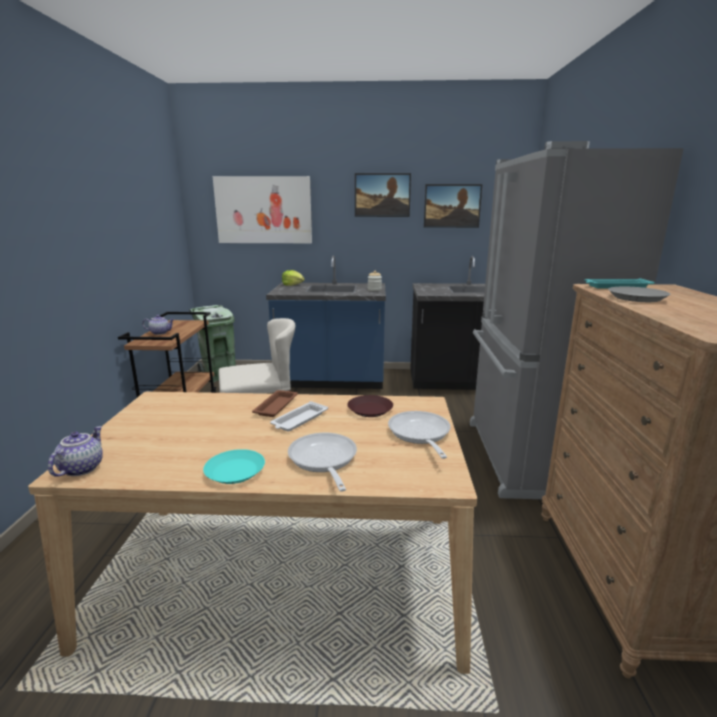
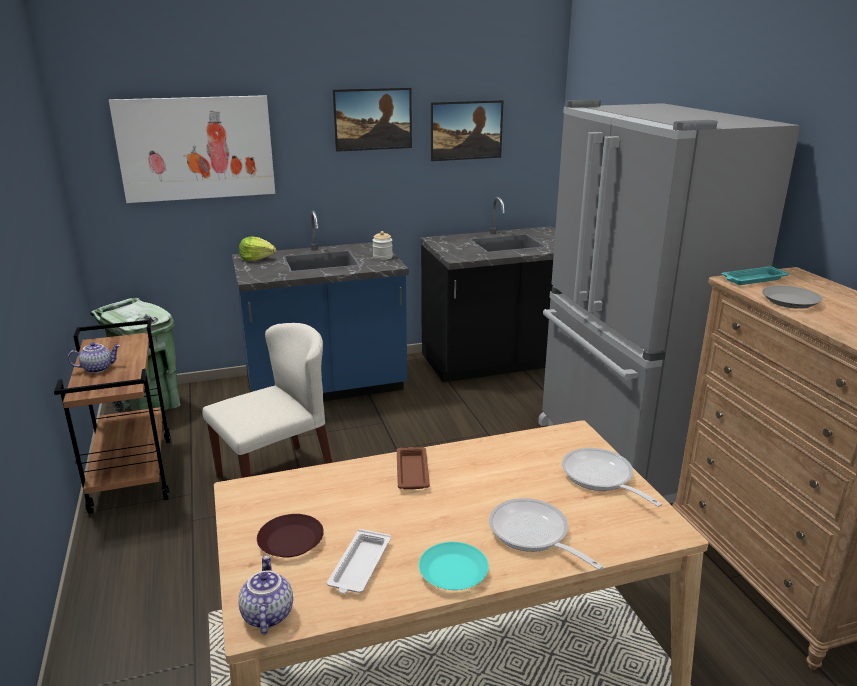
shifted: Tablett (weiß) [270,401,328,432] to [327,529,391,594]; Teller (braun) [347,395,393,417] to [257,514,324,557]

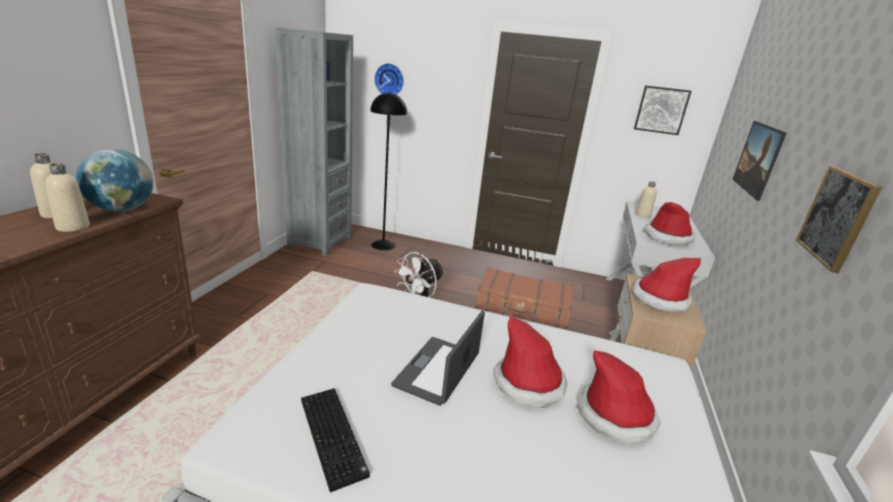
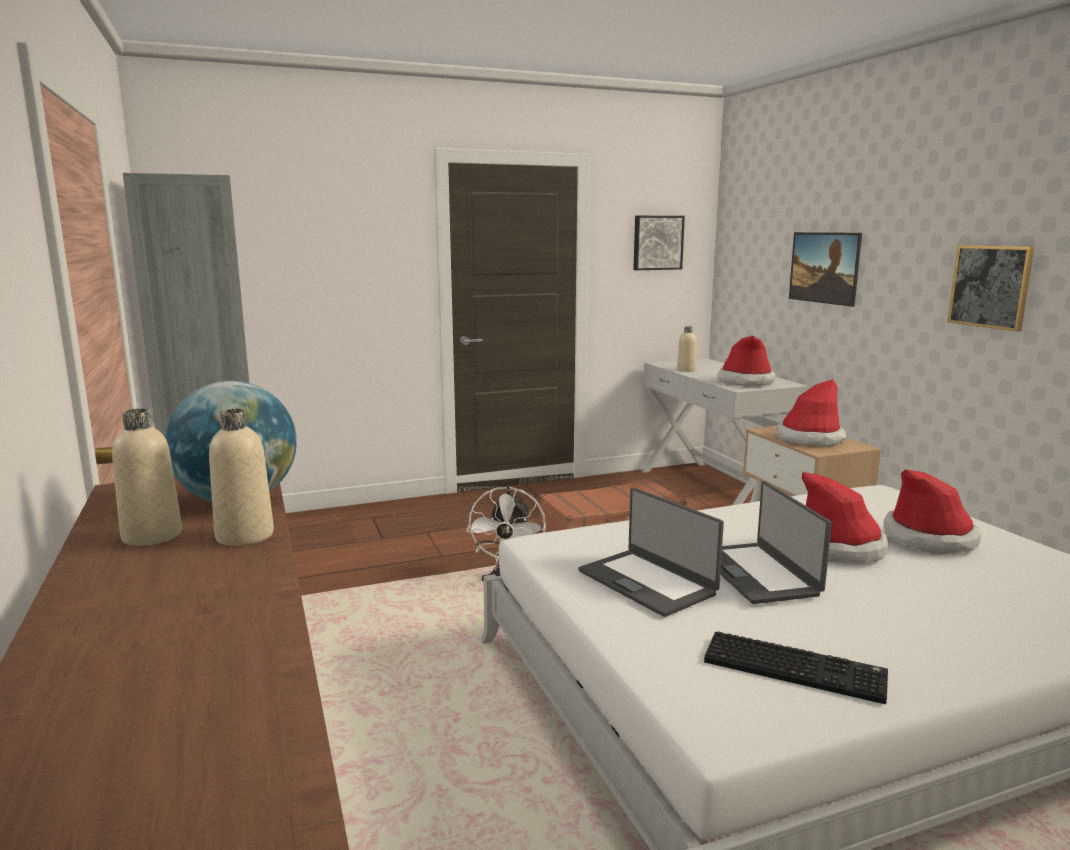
gone: Stehlampe (schwarz) [370,92,407,250]; Wanduhr [374,63,404,95]
new: Laptop [578,487,724,617]

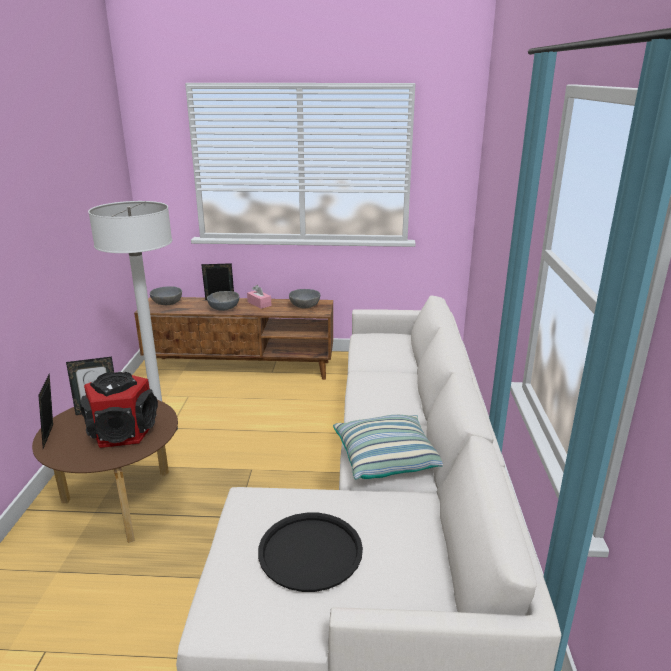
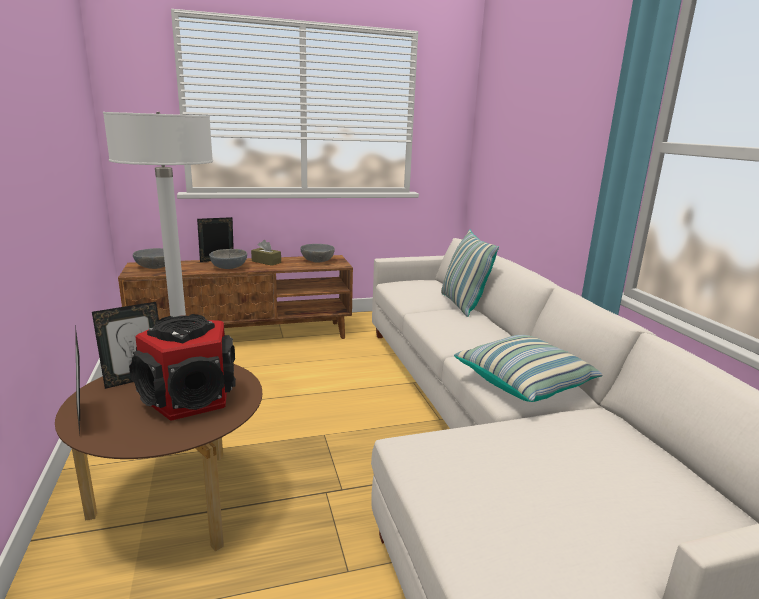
gone: Tablett (schwarz) [258,513,363,592]
new: Kissen [441,229,499,317]
repainted: Taschentuchbox (rosa) [247,285,272,309] to Taschentuchbox (braun) [251,240,281,266]

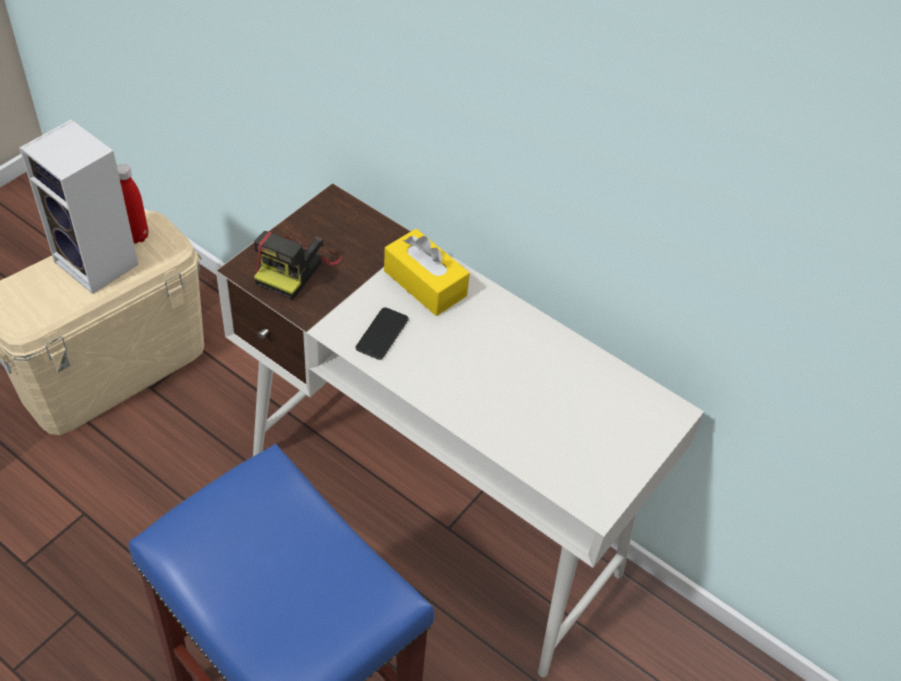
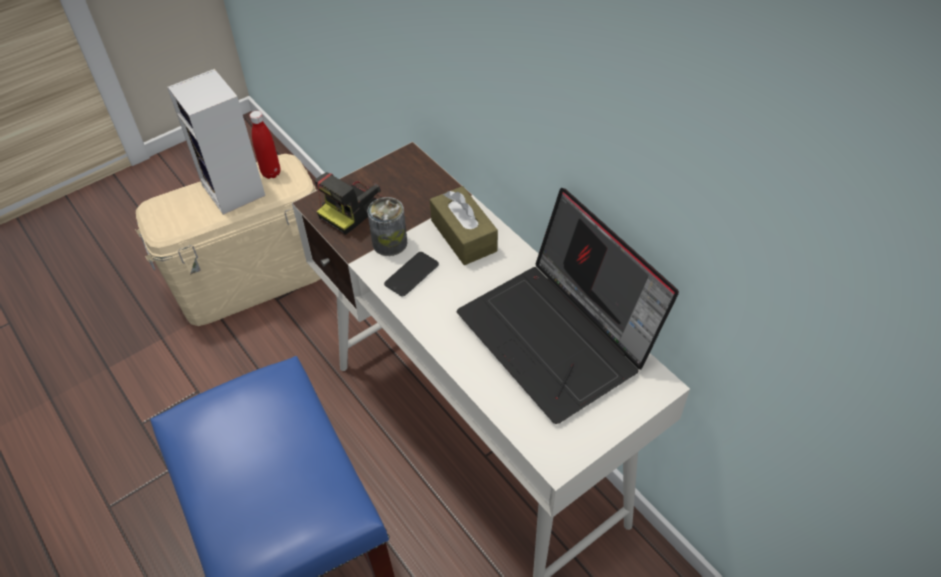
new: Dose [367,197,407,256]; Laptop [457,188,679,424]
repainted: Taschentuchbox (gelb) [384,229,470,316] to Taschentuchbox (braun) [430,186,498,265]

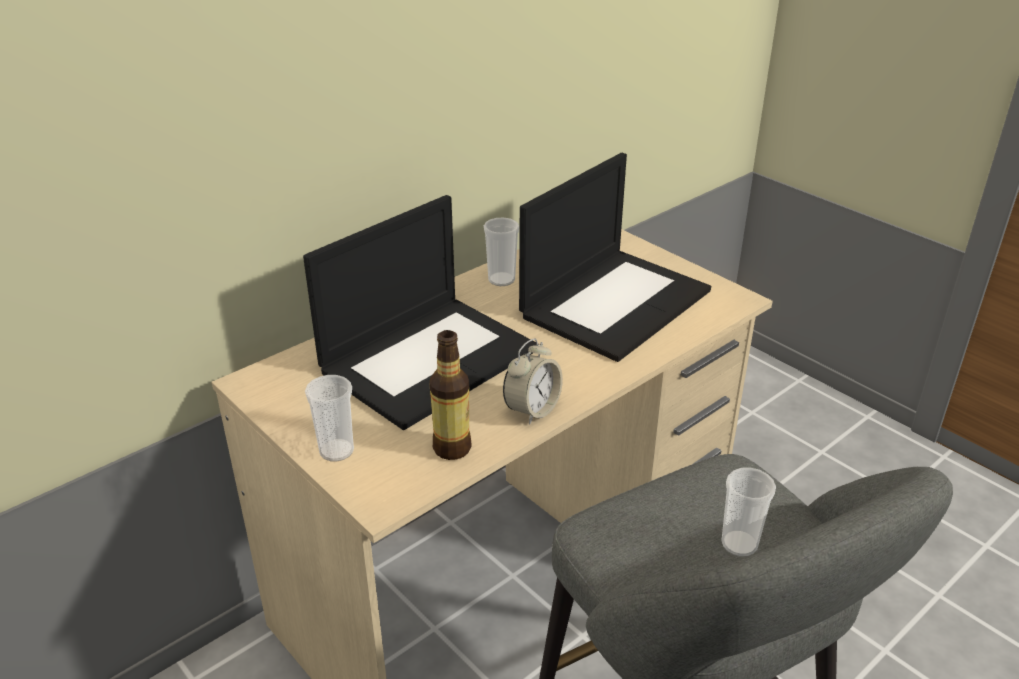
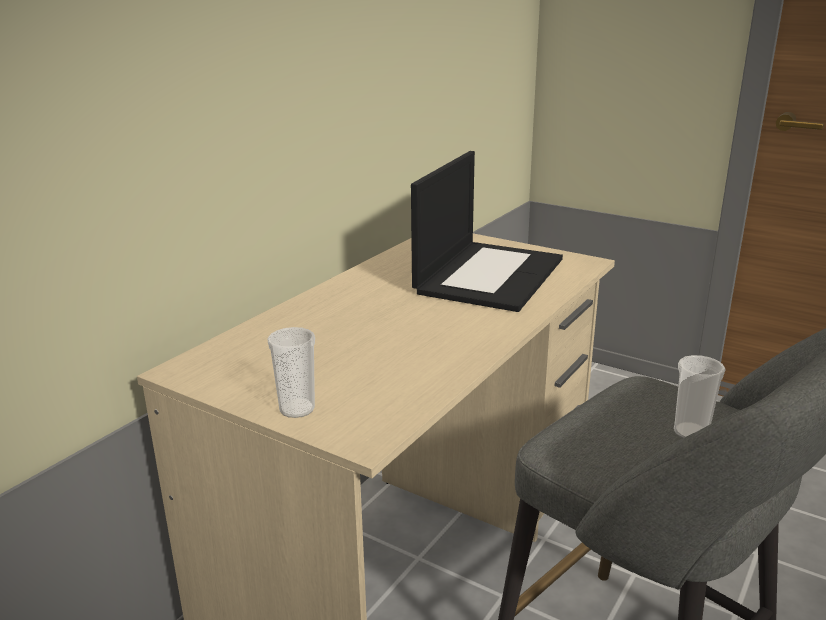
gone: Laptop [303,195,539,430]; Flasche [430,330,472,460]; Tasse [484,217,519,286]; Wecker [503,338,563,425]

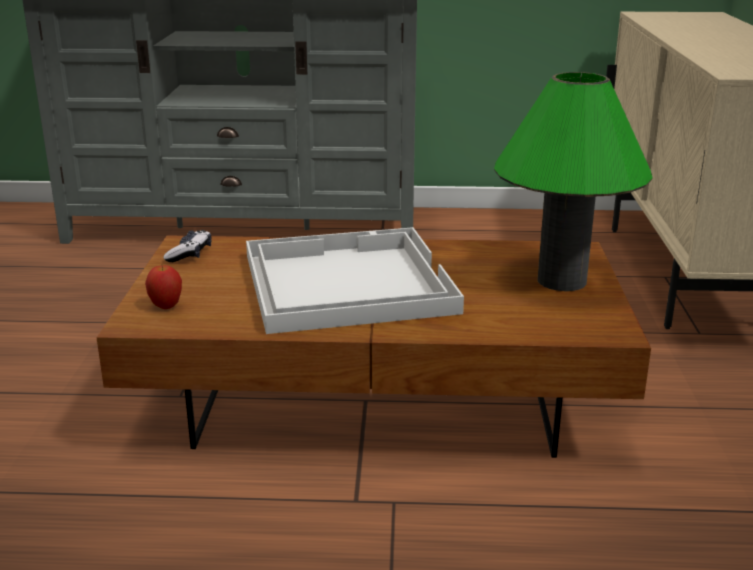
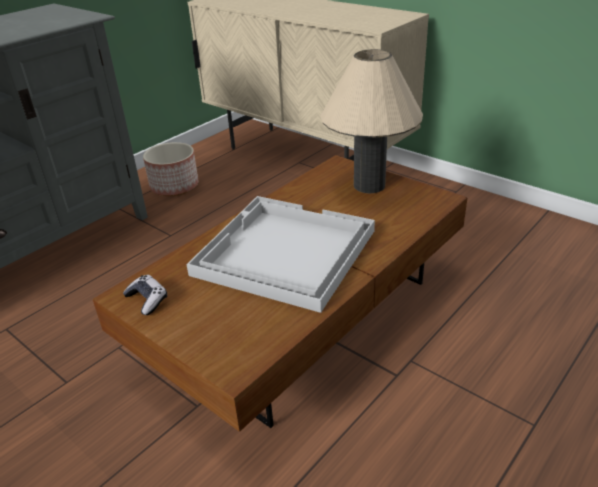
gone: Apfel [145,265,182,309]
new: Pflanzkübel [143,142,199,196]
repainted: Tischlampe (grün) [494,72,652,291] to Tischlampe (beige) [321,49,423,193]

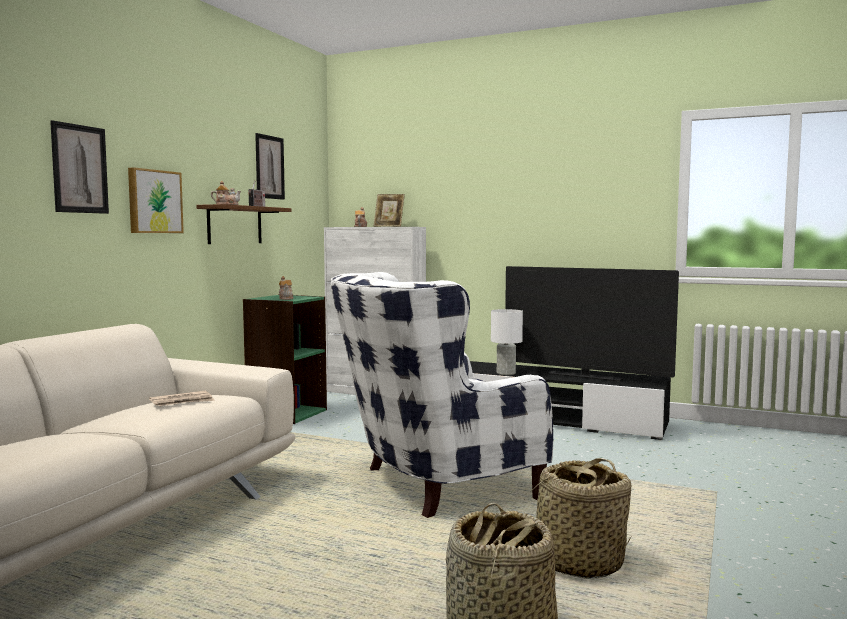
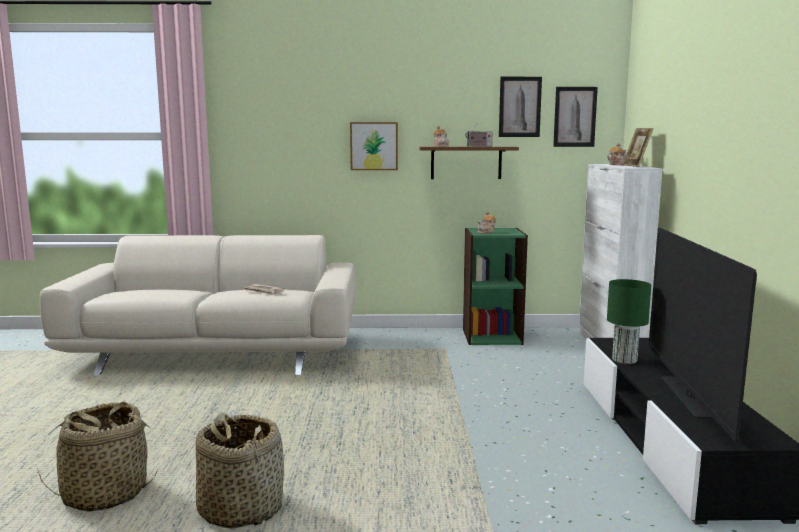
gone: Sessel (weiß) [330,272,553,518]
shifted: Bild [50,120,109,214] to [553,87,598,147]
repainted: Tischlampe (weiß) [491,309,523,375] to Tischlampe (grün) [607,279,651,364]

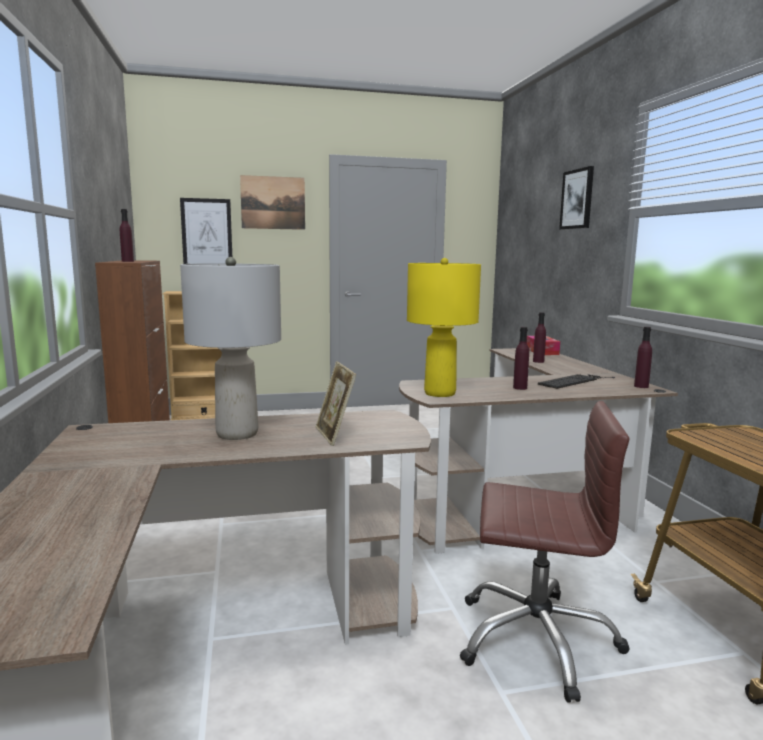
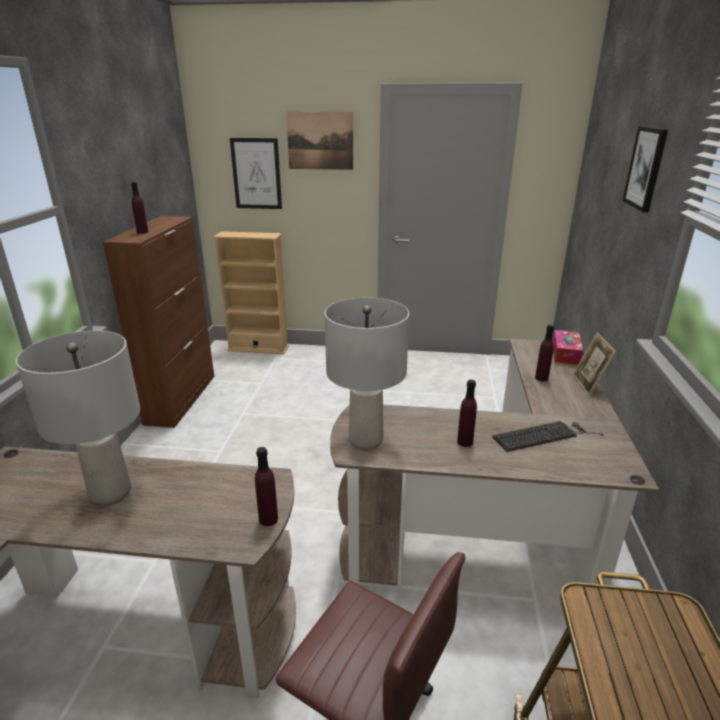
shifted: Bilderrahmen [316,361,356,446] to [573,333,616,396]; Flasche (lila) [634,327,652,388] to [255,447,278,526]
repainted: Tischlampe (gelb) [407,258,481,397] to Tischlampe (grau) [325,298,409,450]

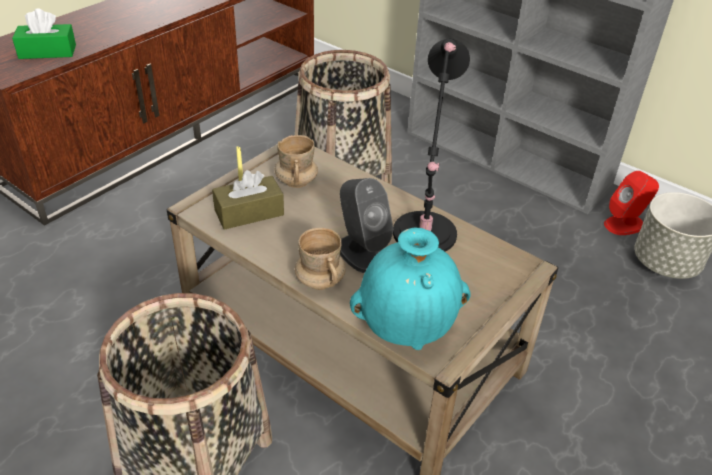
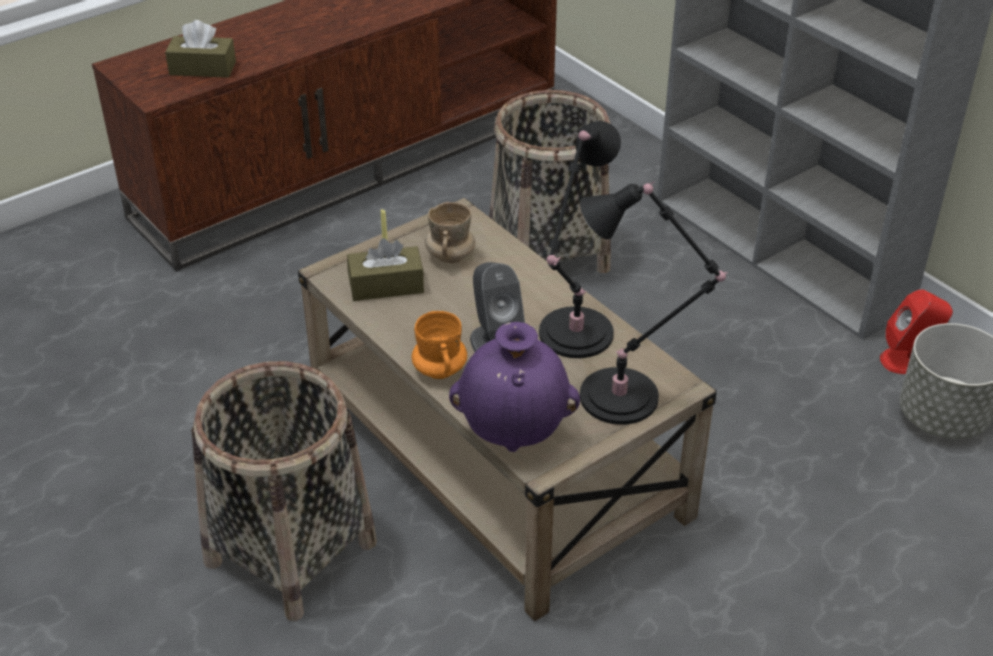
new: Tischlampe (schwarz) [580,181,728,425]
repainted: Taschentuchbox (grün) [12,8,76,59] to Taschentuchbox (braun) [165,20,236,78]; Henkelbecher (beige) [295,228,346,290] to Henkelbecher (orange) [411,311,467,379]; Vase (türkis) [350,228,471,350] to Vase (lila) [449,322,580,452]

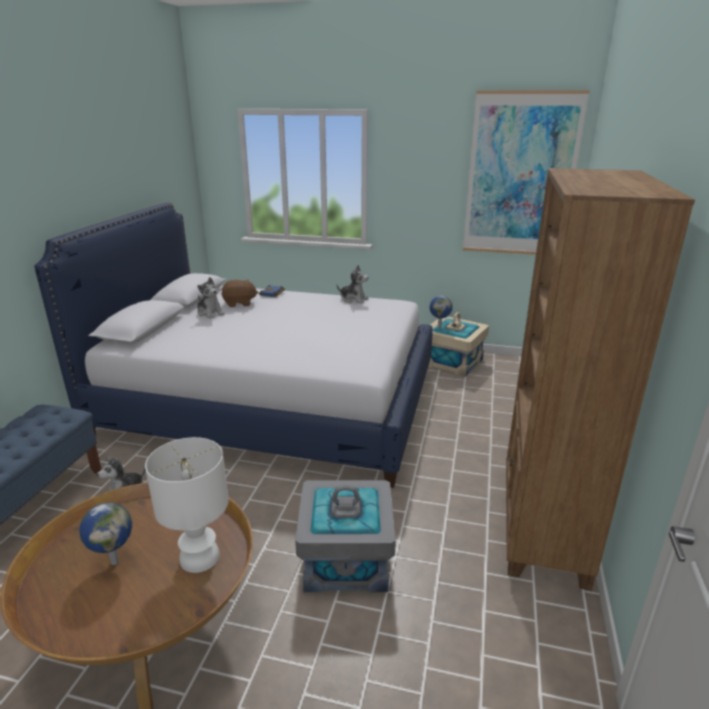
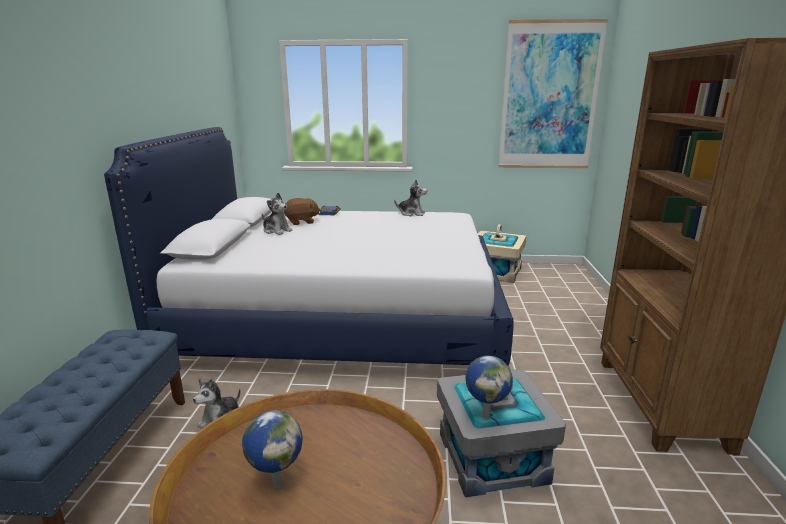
gone: Tischlampe (weiß) [145,437,229,573]
shifted: Globus [430,296,453,328] to [465,356,513,419]

